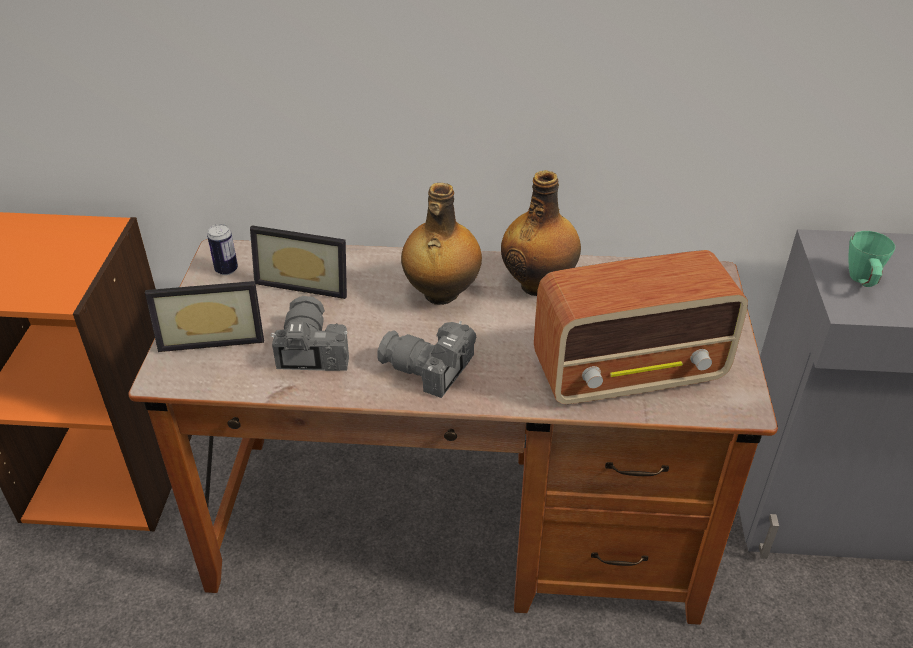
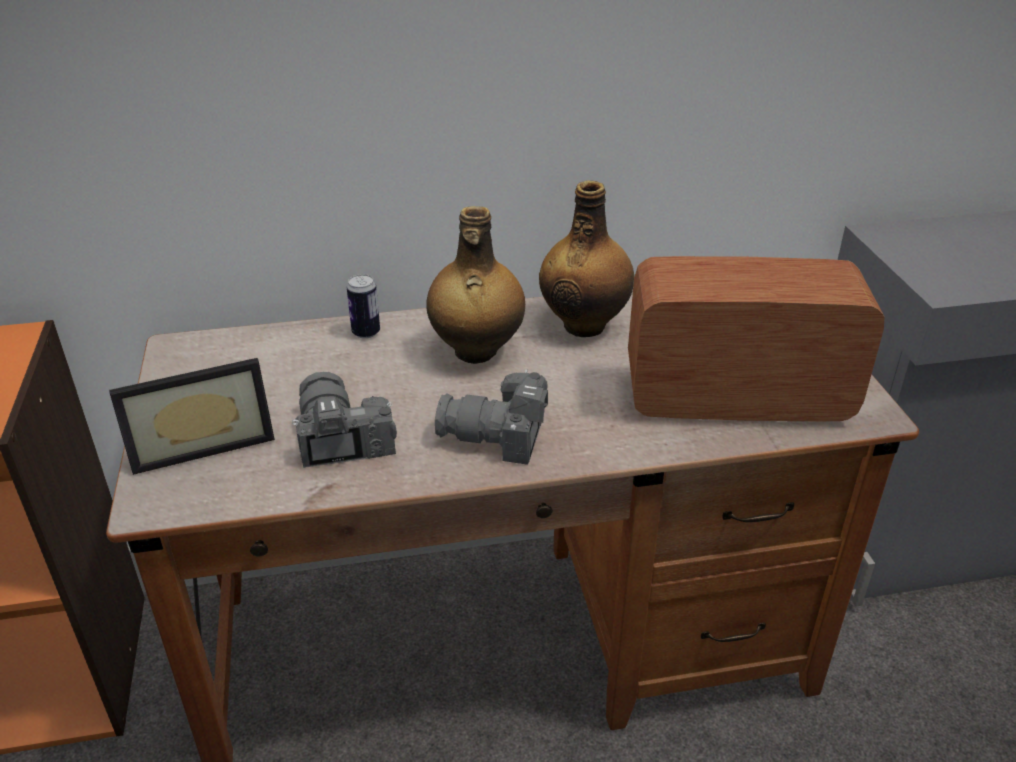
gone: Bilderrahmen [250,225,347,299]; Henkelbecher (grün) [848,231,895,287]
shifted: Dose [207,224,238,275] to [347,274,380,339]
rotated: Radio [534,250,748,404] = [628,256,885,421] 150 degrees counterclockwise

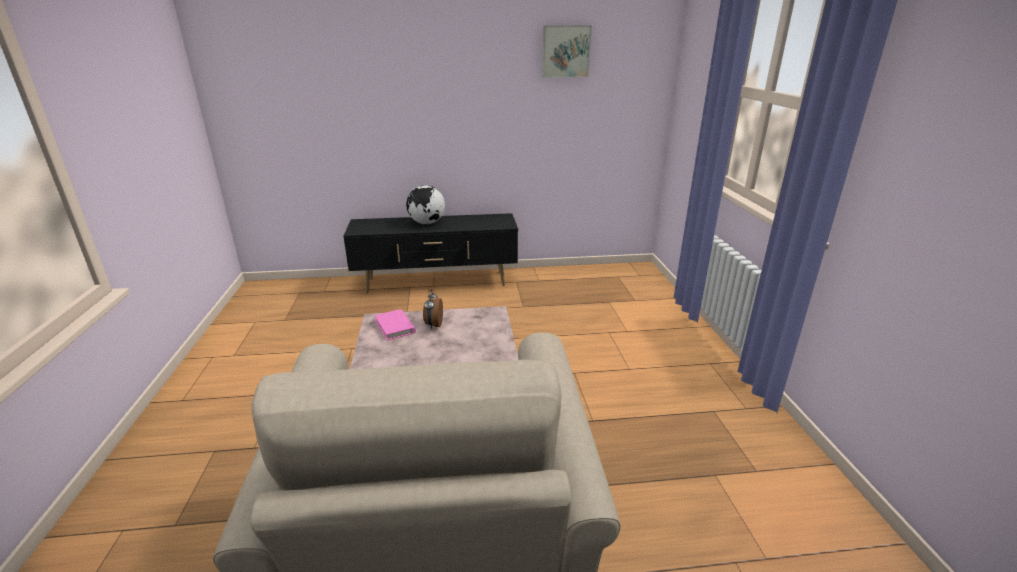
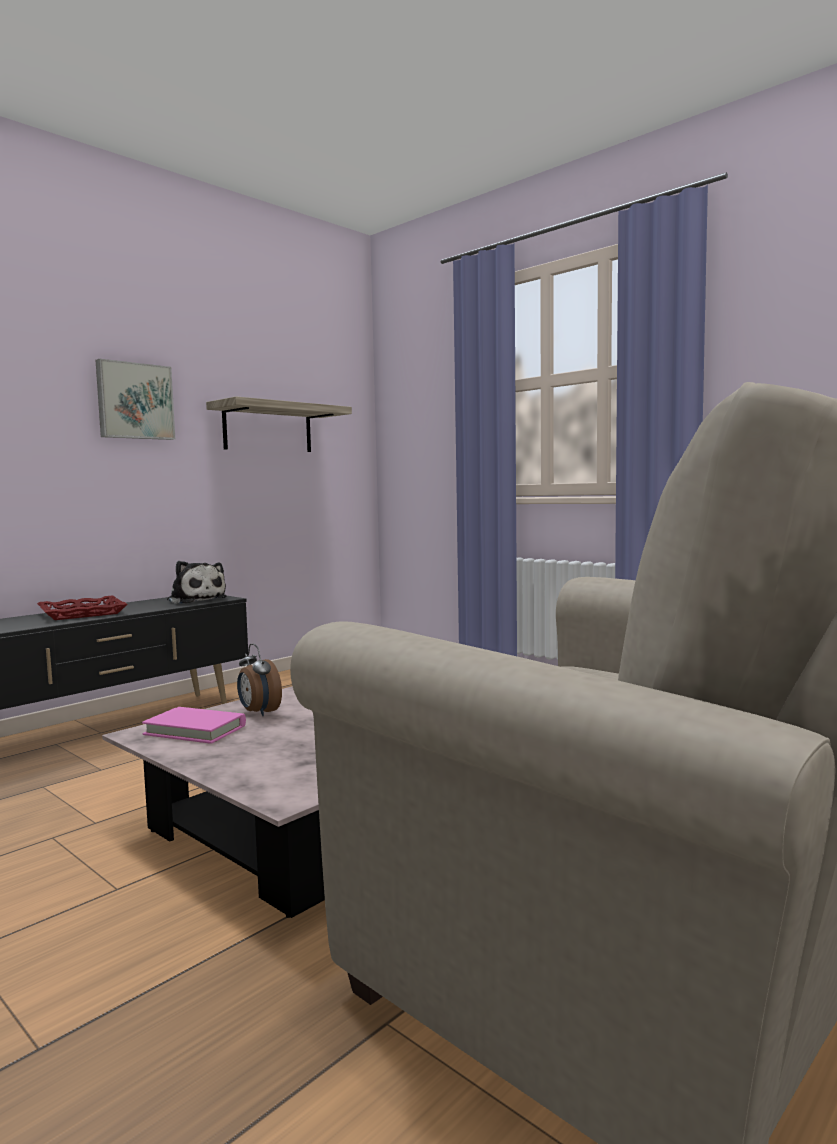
new: Plüschtier [167,561,227,604]; Wandregal [206,396,352,452]
shifted: Bild [542,26,592,78] to [96,359,175,440]
swapped: Globus [406,185,445,224] to Tablett (rot) [37,595,128,620]

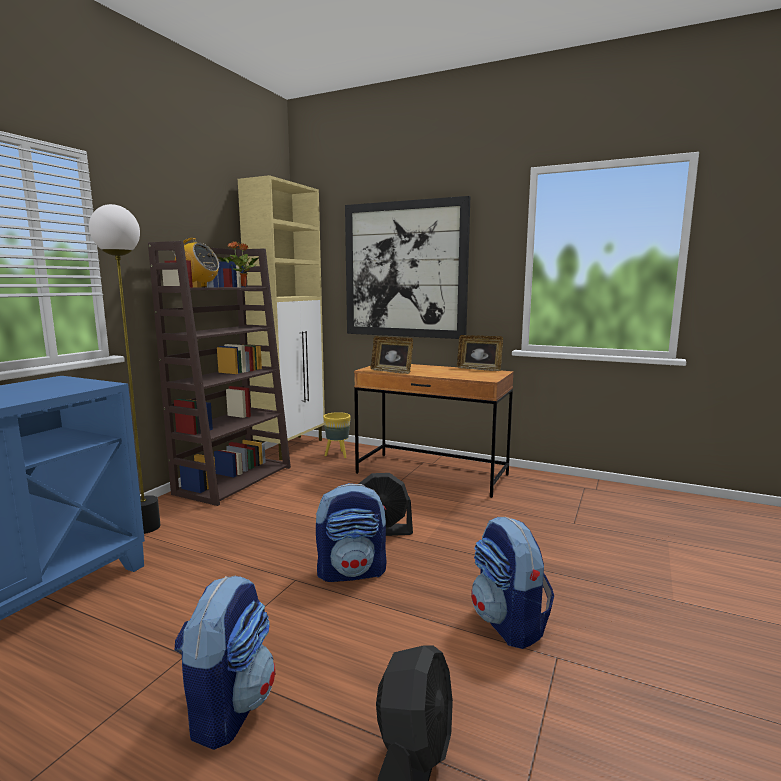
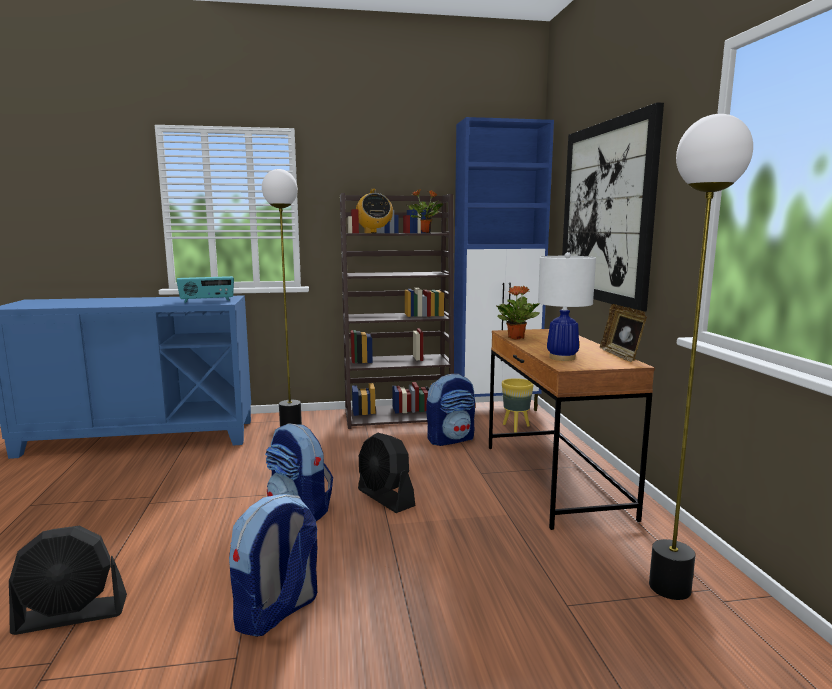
new: Radio [176,276,234,303]; Tischlampe (weiß) [538,252,596,361]; Stehlampe [649,114,753,600]
shifted: Rucksack [174,575,275,750] to [426,374,475,446]
swapped: Bilderrahmen [371,336,413,374] to Topfpflanze [496,286,540,339]
repainted: Schrank (beige) [238,175,325,460] to Schrank (blau) [454,117,554,411]

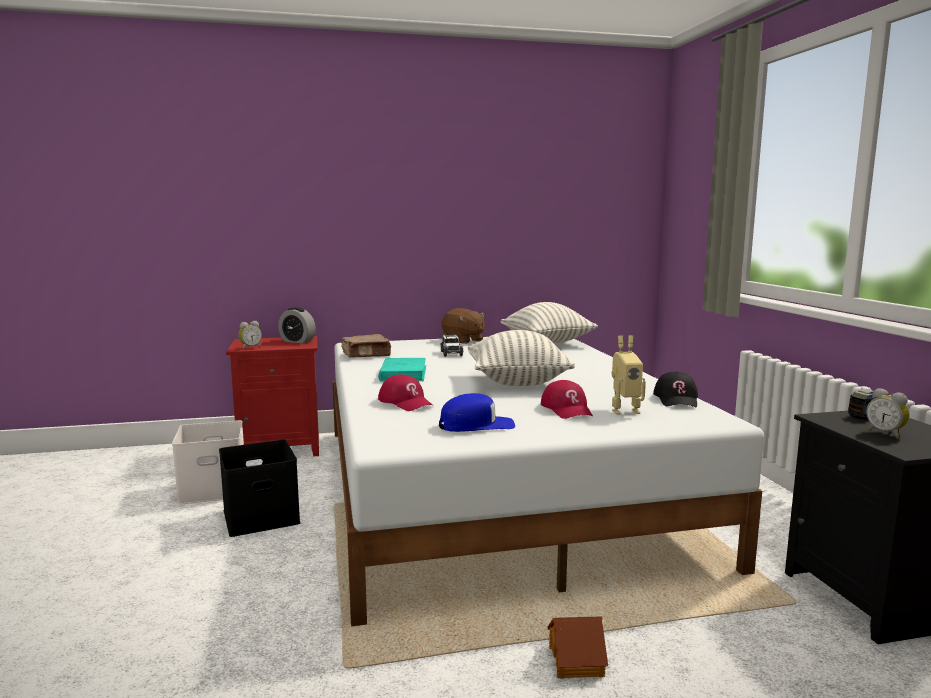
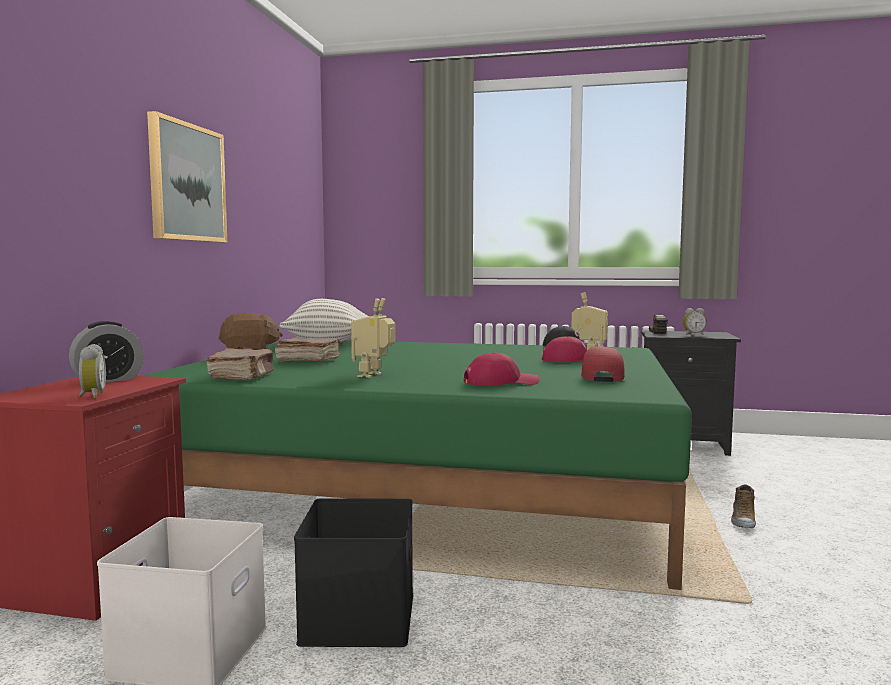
gone: Kissen [468,330,575,386]
new: Bild [147,111,227,242]
swapped: Buch (türkis) [378,358,426,381] to Spielzeugroboter [351,298,396,378]; Spielzeugauto [440,334,463,357] to Buch (braun) [275,337,341,362]; Spielzeughaus [547,616,608,678] to Schuh [731,484,756,528]
repainted: Bett (weiß) [332,337,764,627] to Bett (grün) [142,340,692,590]; Kappe (blau) [439,393,515,432] to Kappe (rot) [581,347,625,382]

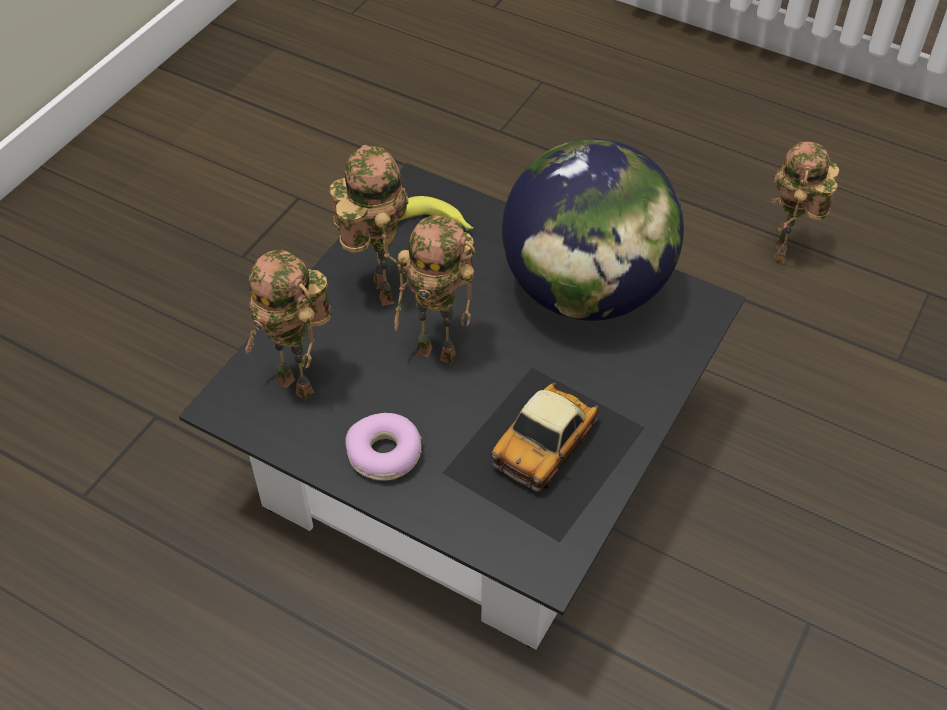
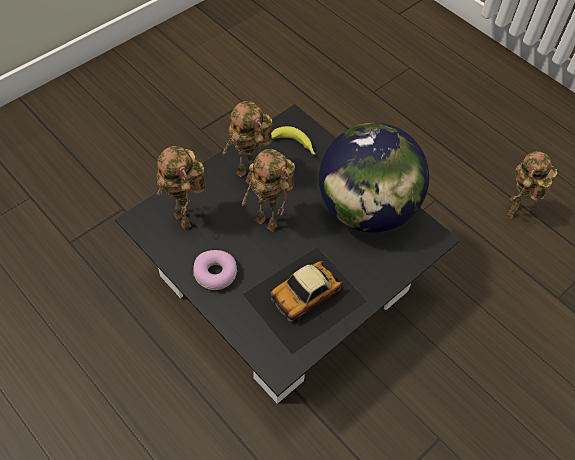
rotated: Spielzeugroboter [330,145,408,306] = [222,101,272,185] 135 degrees clockwise

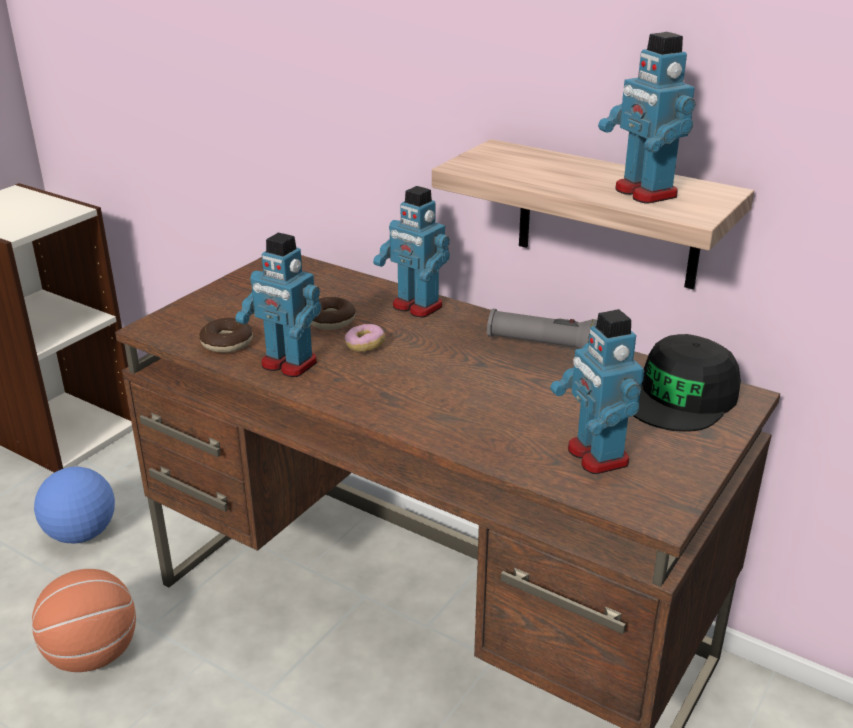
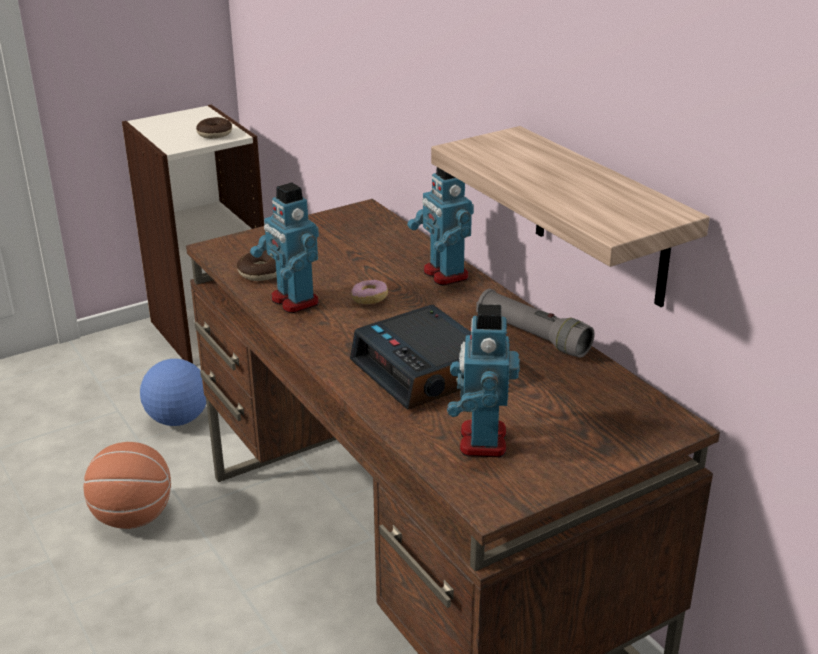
gone: Spielzeugroboter [598,32,695,204]; Kappe (schwarz) [634,334,741,432]
new: Wecker [350,305,471,410]
shifted: Donut [311,297,356,330] to [196,117,232,139]

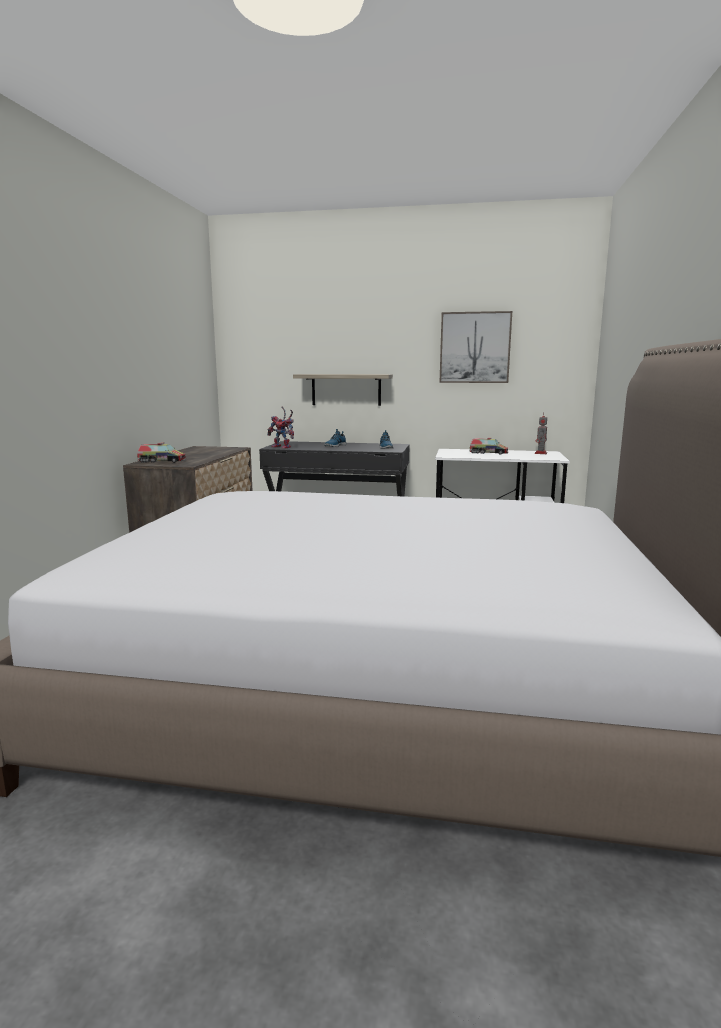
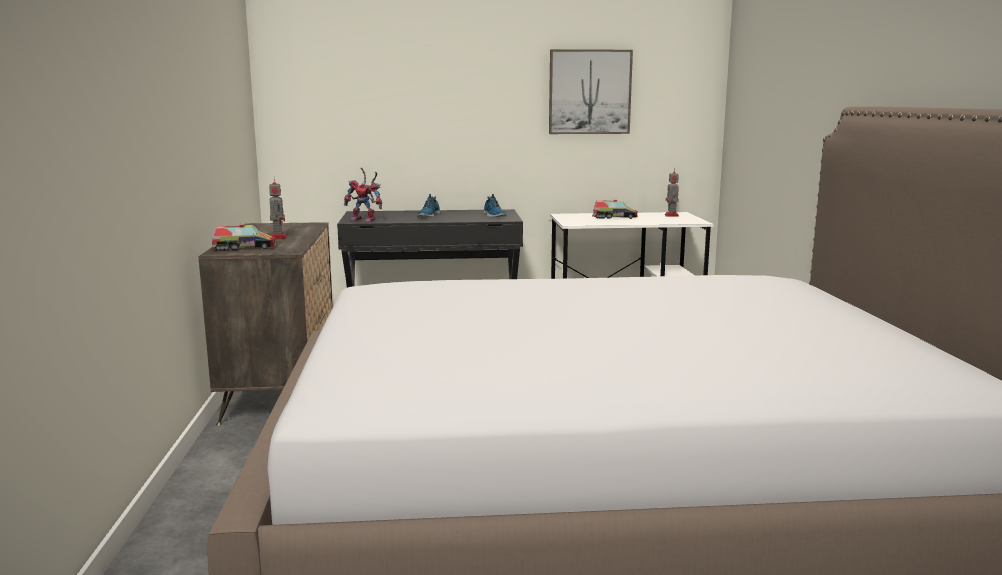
gone: Wandregal [293,374,393,406]
new: Spielzeugroboter [269,180,287,239]

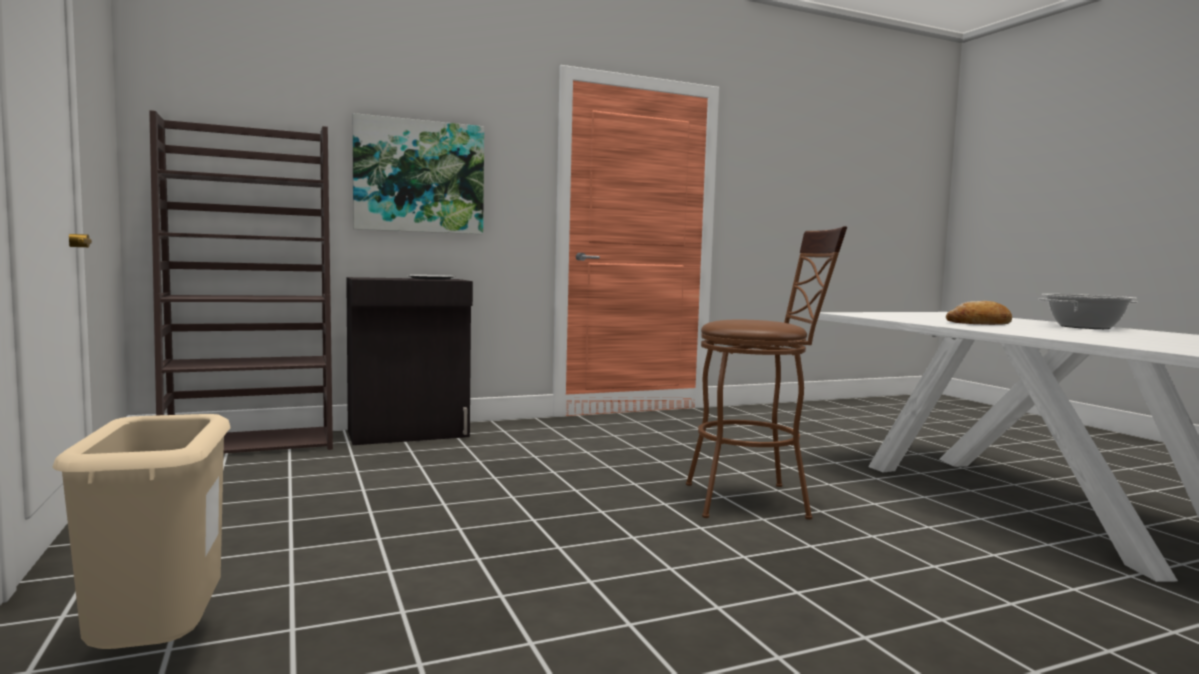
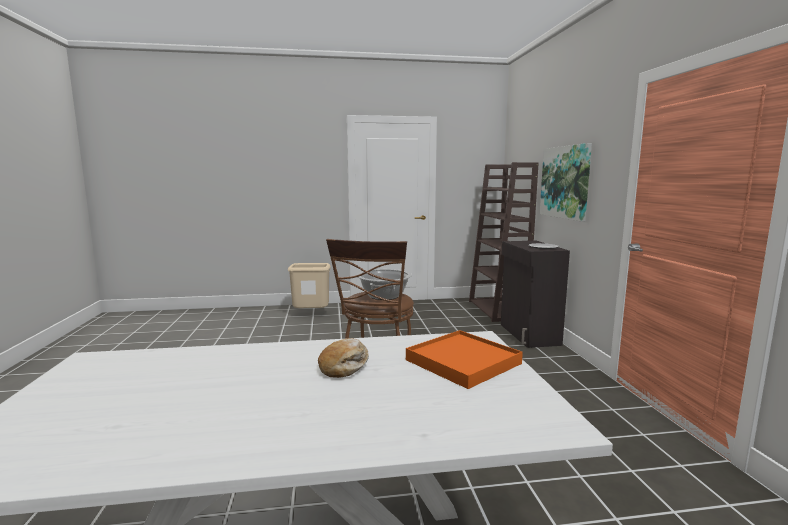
new: Tablett (orange) [406,330,523,389]
shifted: Kochtopf [1038,294,1138,329] to [356,269,412,300]

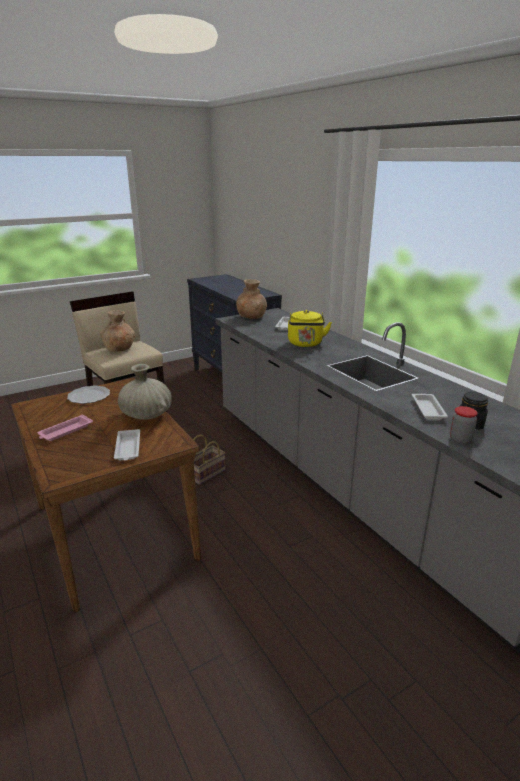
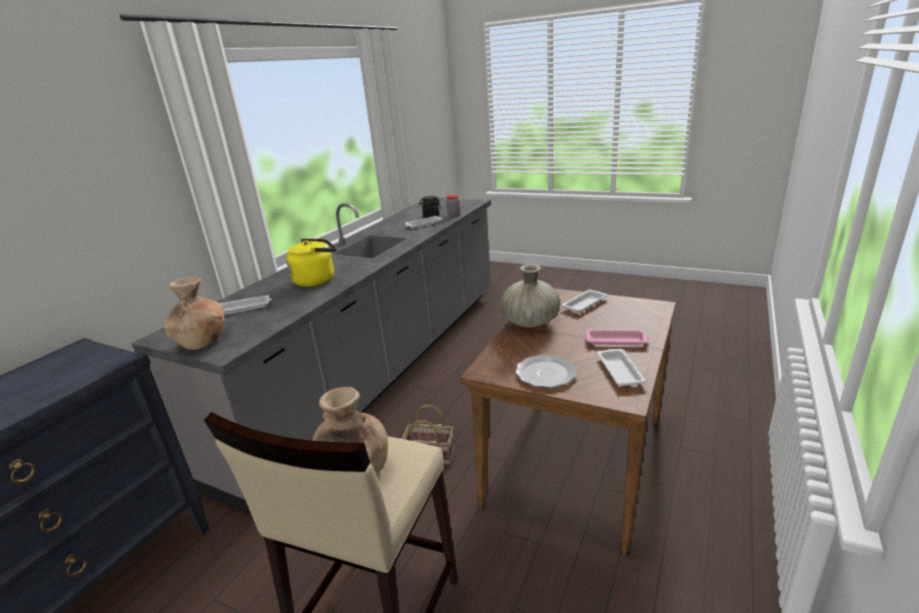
new: Tablett (weiß) [597,349,646,386]

